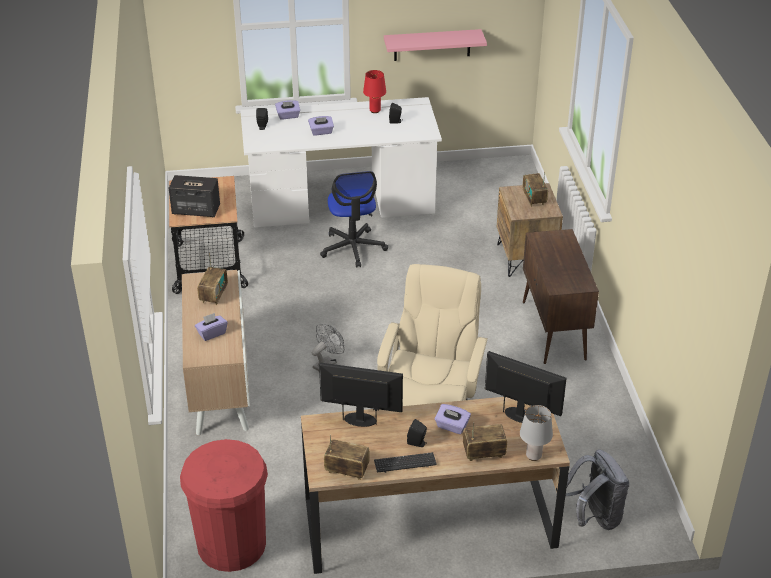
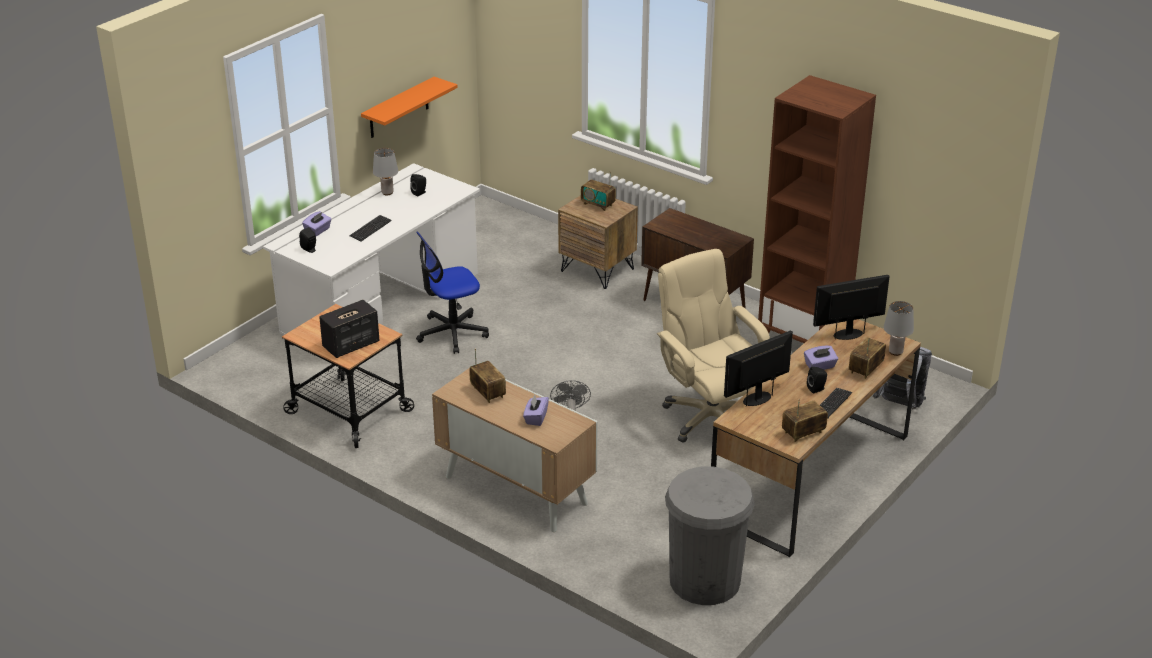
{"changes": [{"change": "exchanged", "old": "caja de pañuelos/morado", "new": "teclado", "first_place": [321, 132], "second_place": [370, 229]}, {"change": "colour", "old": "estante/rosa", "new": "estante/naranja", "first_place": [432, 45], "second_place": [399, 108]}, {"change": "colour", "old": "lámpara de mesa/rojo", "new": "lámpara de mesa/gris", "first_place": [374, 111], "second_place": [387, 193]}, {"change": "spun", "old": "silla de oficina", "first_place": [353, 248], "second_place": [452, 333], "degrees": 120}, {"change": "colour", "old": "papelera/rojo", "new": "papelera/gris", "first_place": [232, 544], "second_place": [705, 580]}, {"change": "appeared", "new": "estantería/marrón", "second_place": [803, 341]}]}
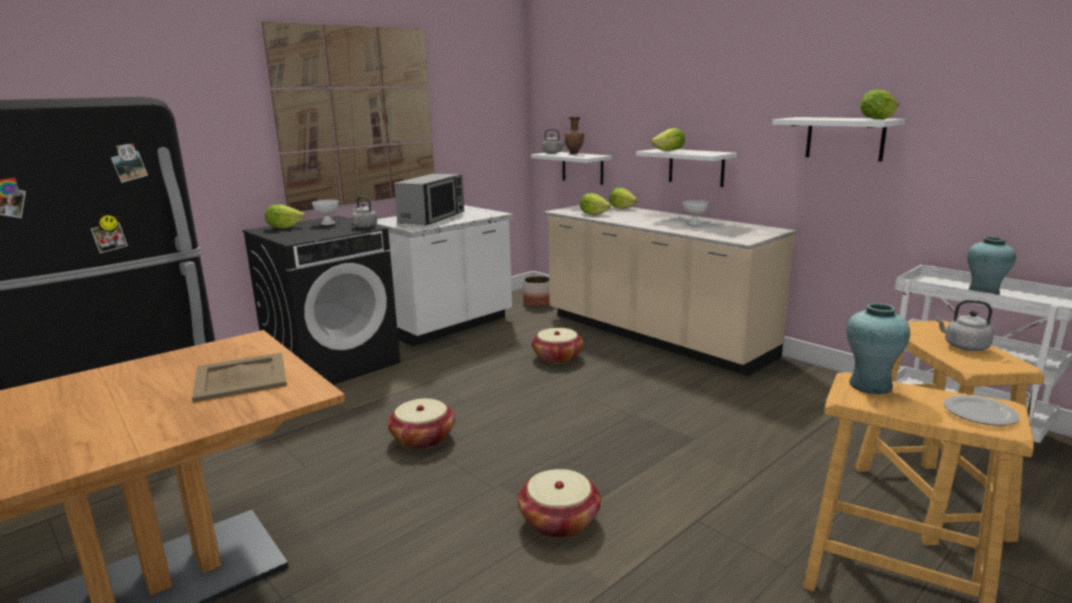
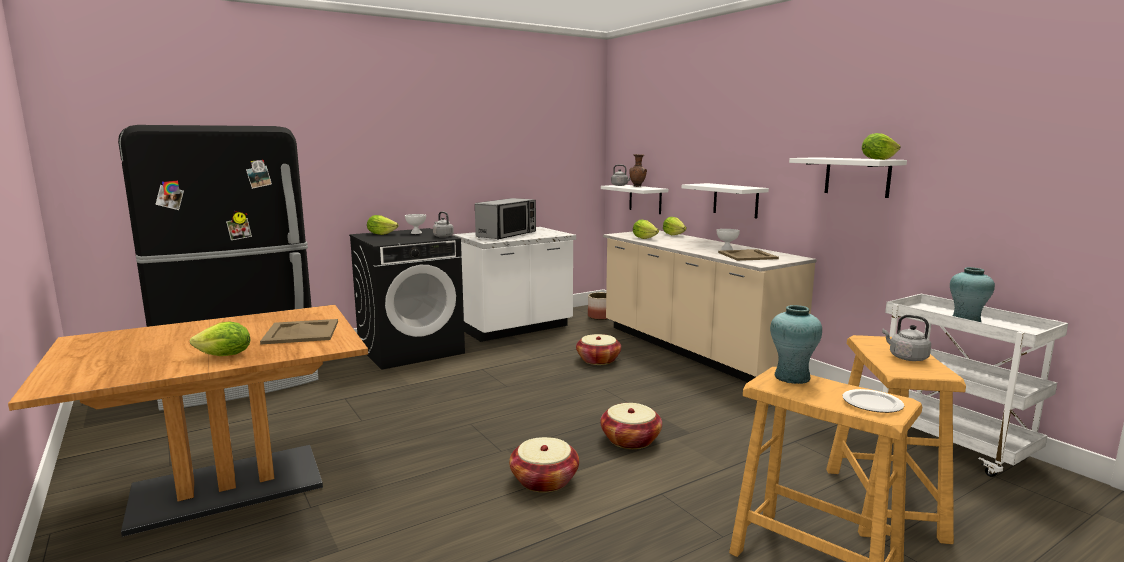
{"changes": [{"change": "relocated", "old": "lechuga", "first_place": [669, 151], "second_place": [225, 356]}, {"change": "relocated", "old": "cesta", "first_place": [423, 438], "second_place": [630, 440]}, {"change": "appeared", "new": "bandeja/beis", "second_place": [747, 255]}, {"change": "missing", "old": "cuadro", "first_place": [357, 117]}]}
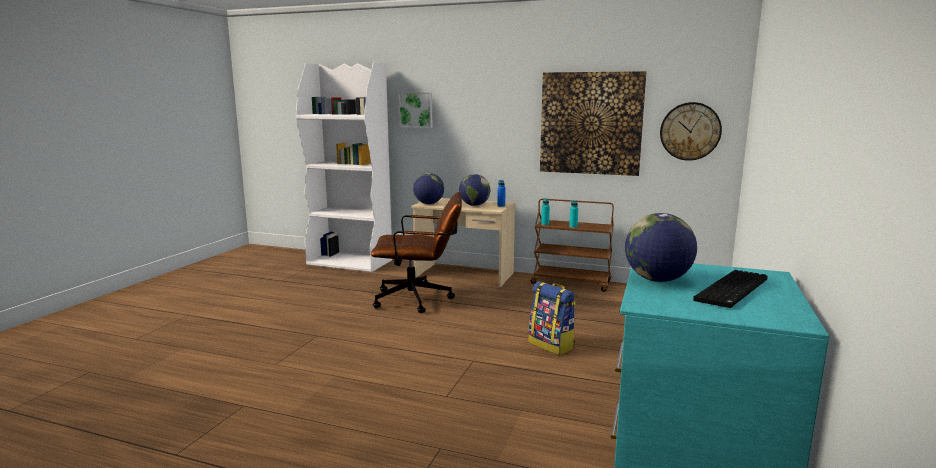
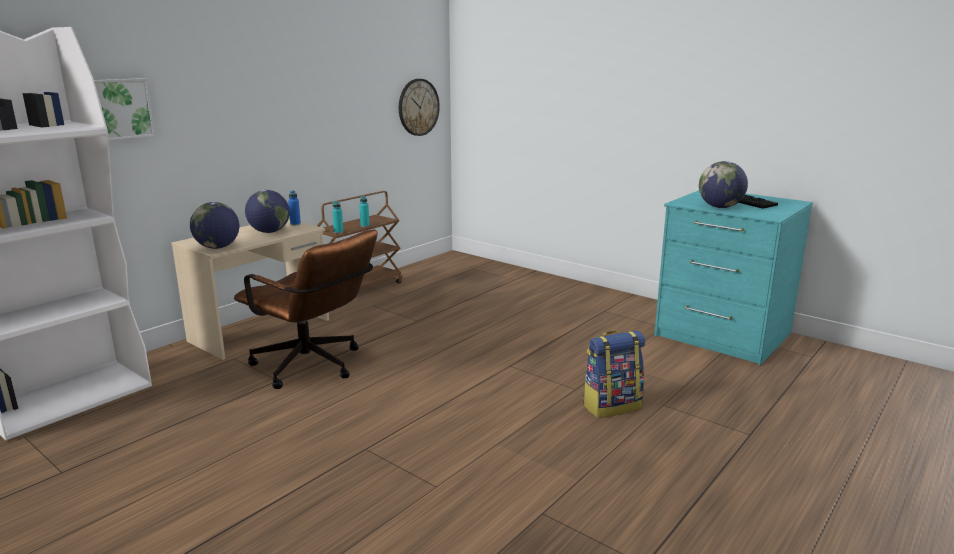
{"changes": [{"change": "spun", "old": "silla de oficina/marrón", "first_place": [420, 299], "second_place": [314, 367], "degrees": 105}, {"change": "relocated", "old": "mochila", "first_place": [552, 345], "second_place": [611, 406]}, {"change": "missing", "old": "cuadro", "first_place": [590, 123]}]}
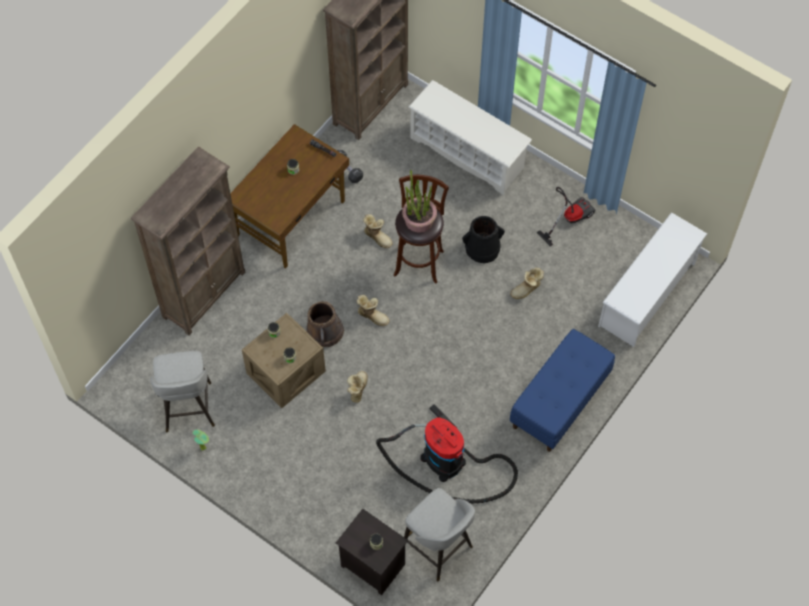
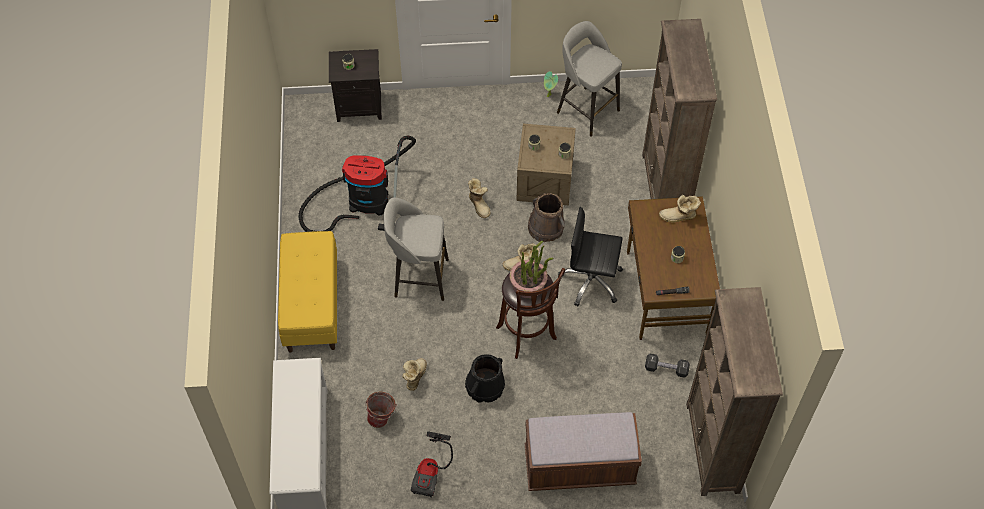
{"changes": [{"change": "colour", "old": "banco/azul", "new": "banco/amarillo", "first_place": [560, 402], "second_place": [311, 304]}, {"change": "appeared", "new": "cubo", "second_place": [382, 418]}, {"change": "relocated", "old": "taburete/gris", "first_place": [438, 548], "second_place": [419, 278]}, {"change": "exchanged", "old": "zapatero/blanco", "new": "banco/marrón", "first_place": [468, 153], "second_place": [579, 467]}, {"change": "appeared", "new": "silla de oficina/negro", "second_place": [591, 281]}, {"change": "relocated", "old": "bota", "first_place": [378, 237], "second_place": [678, 217]}]}
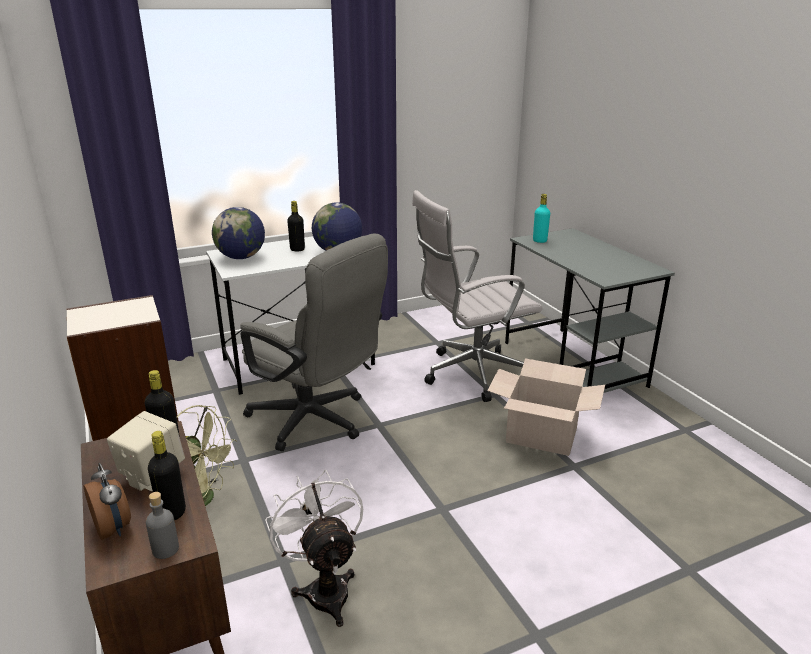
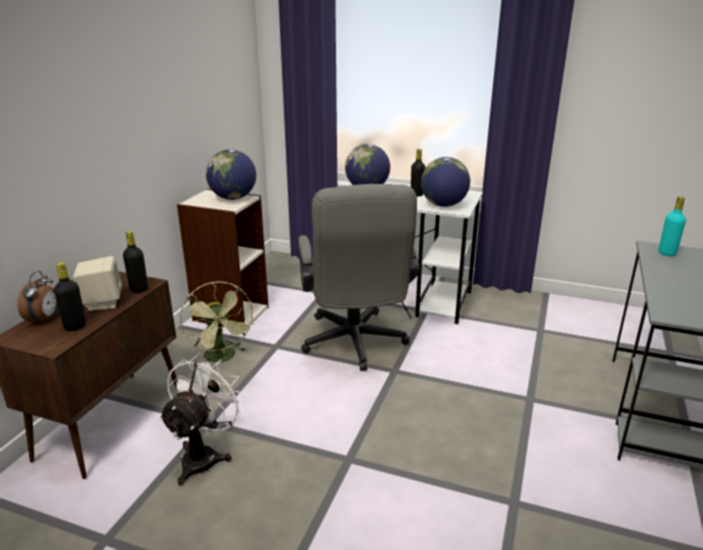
{"changes": [{"change": "appeared", "new": "globo terráqueo", "second_place": [233, 198]}, {"change": "missing", "old": "botella/gris", "first_place": [165, 549]}, {"change": "missing", "old": "silla de oficina/blanco", "first_place": [470, 374]}, {"change": "missing", "old": "caja de cartón", "first_place": [542, 435]}]}
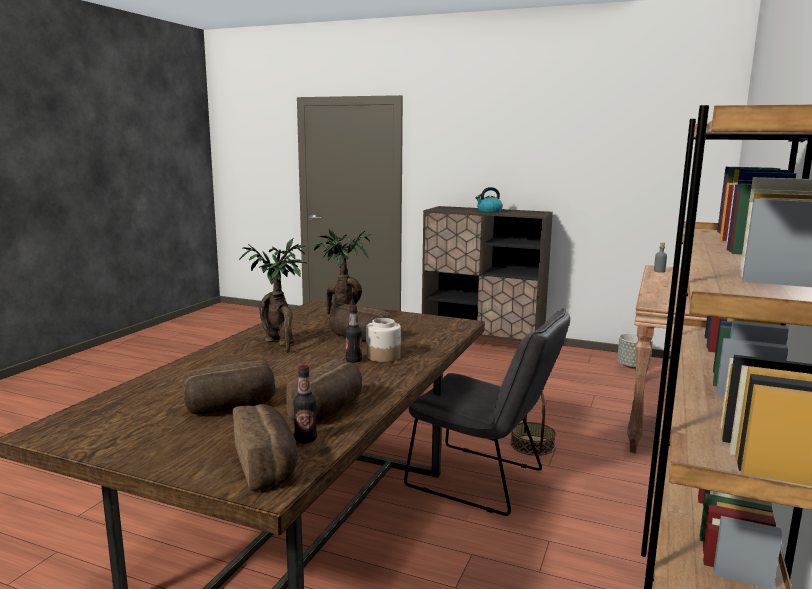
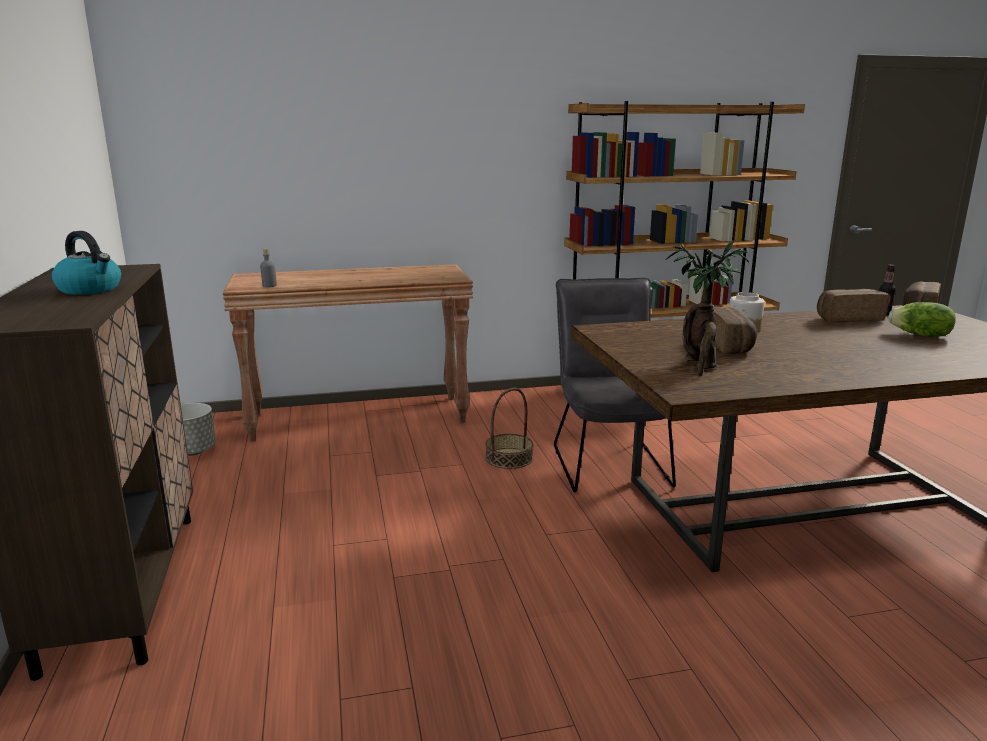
{"changes": [{"change": "exchanged", "old": "pan", "new": "lechuga", "first_place": [231, 407], "second_place": [920, 335]}, {"change": "missing", "old": "planta en maceta", "first_place": [280, 344]}, {"change": "missing", "old": "botella", "first_place": [353, 360]}]}
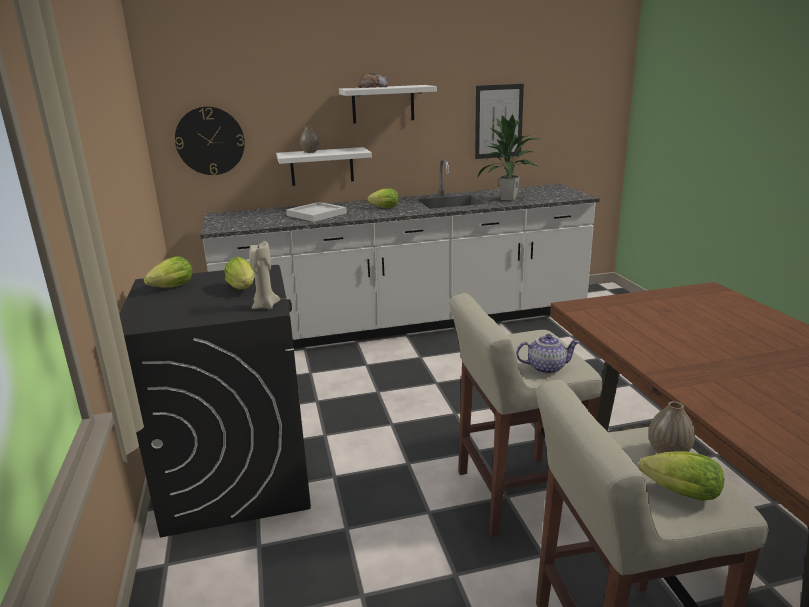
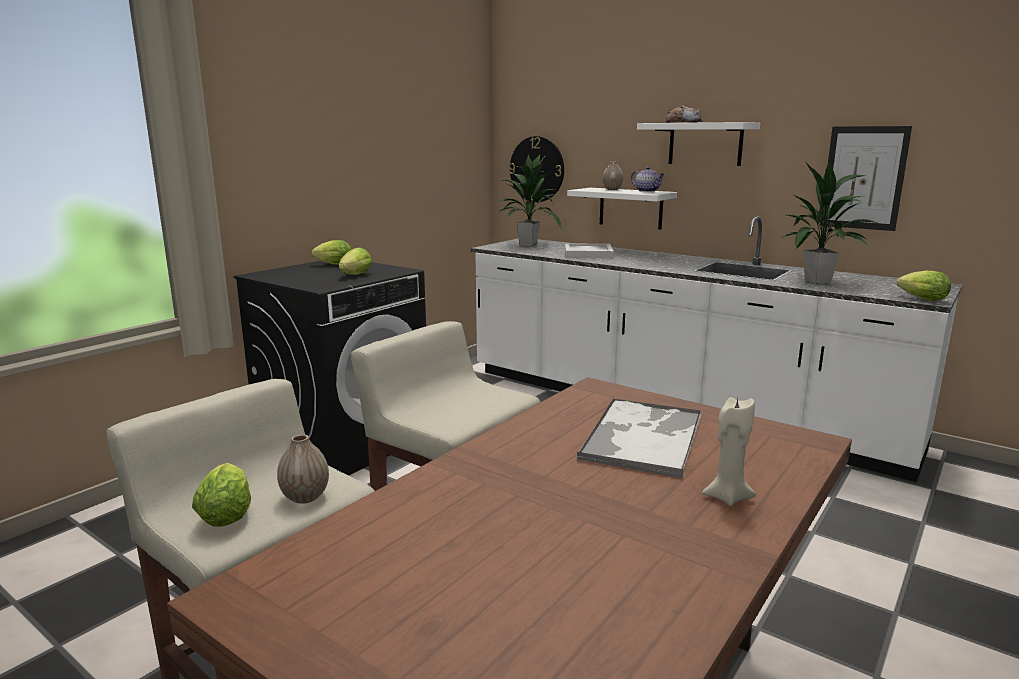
{"changes": [{"change": "appeared", "new": "planta en maceta", "second_place": [527, 245]}, {"change": "appeared", "new": "bandeja", "second_place": [643, 436]}, {"change": "relocated", "old": "tetera", "first_place": [546, 367], "second_place": [647, 191]}, {"change": "relocated", "old": "vela/beis", "first_place": [265, 306], "second_place": [727, 497]}, {"change": "relocated", "old": "lechuga", "first_place": [383, 208], "second_place": [920, 299]}]}
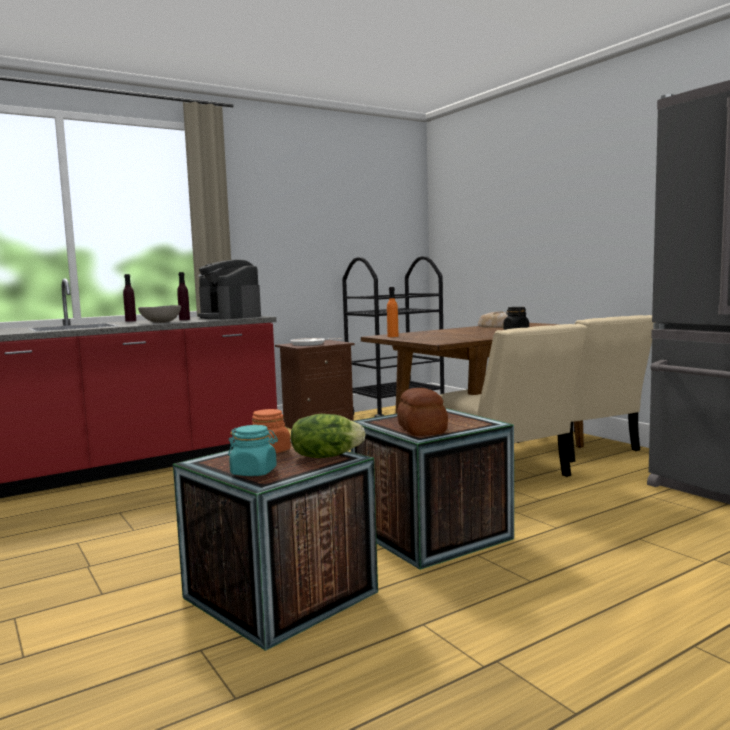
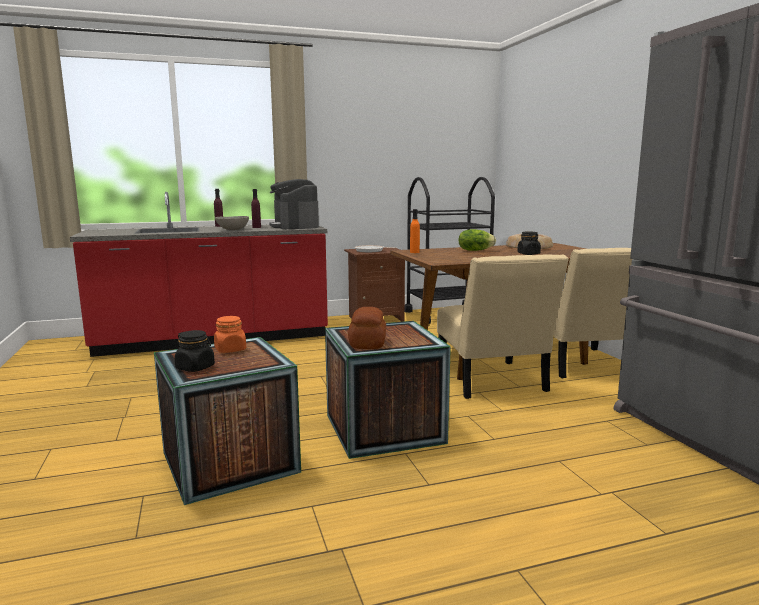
{"changes": [{"change": "colour", "old": "tarro/turquesa", "new": "tarro/negro", "first_place": [254, 472], "second_place": [195, 367]}, {"change": "relocated", "old": "lechuga", "first_place": [325, 456], "second_place": [475, 250]}]}
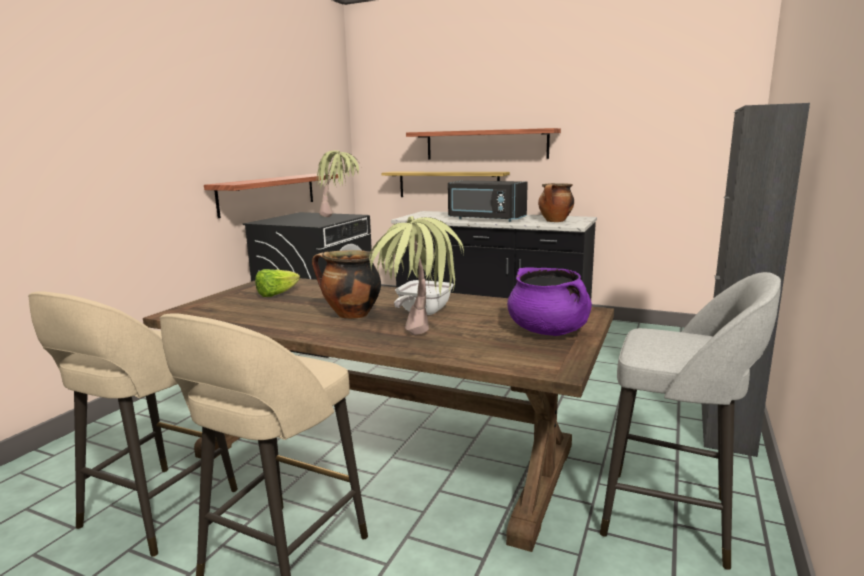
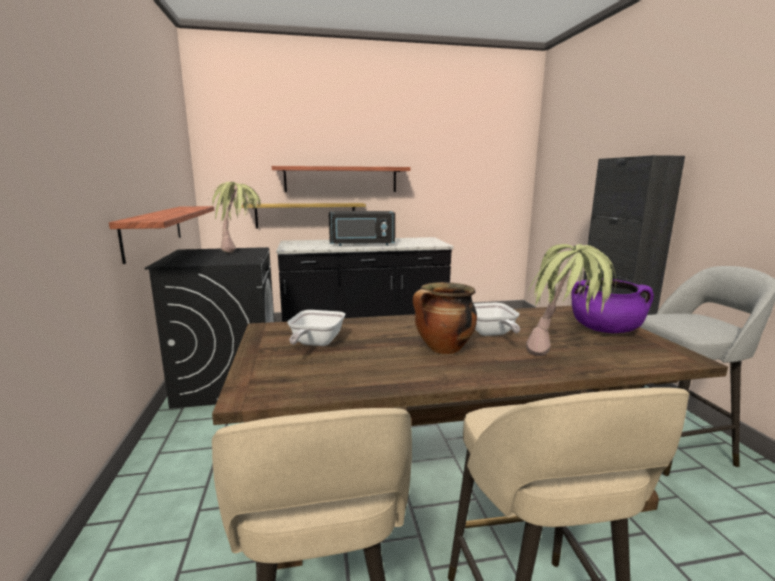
{"changes": [{"change": "exchanged", "old": "lechuga", "new": "sartén", "first_place": [277, 294], "second_place": [315, 344]}, {"change": "missing", "old": "olla", "first_place": [555, 221]}]}
